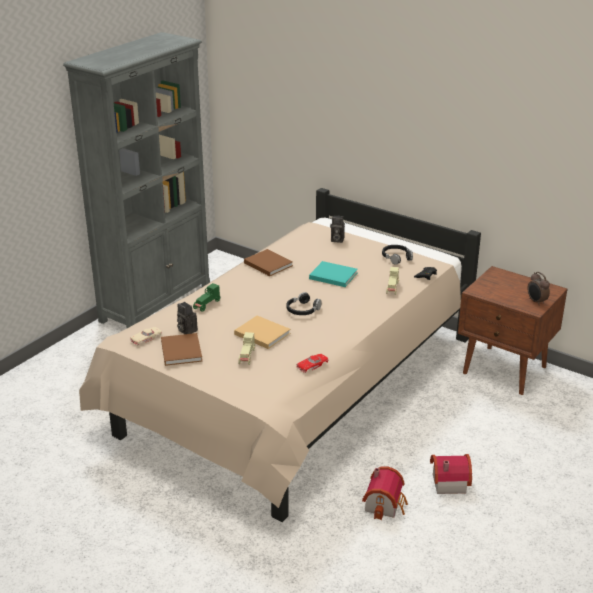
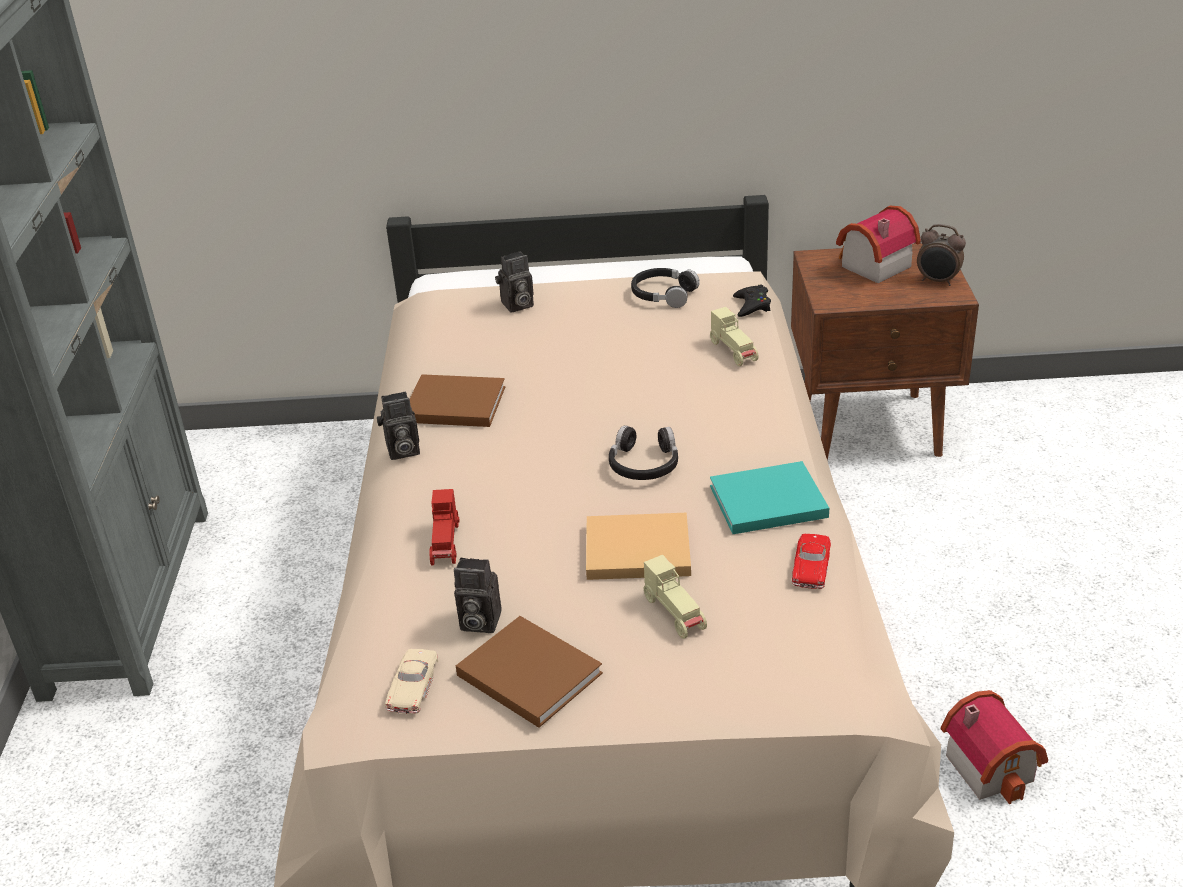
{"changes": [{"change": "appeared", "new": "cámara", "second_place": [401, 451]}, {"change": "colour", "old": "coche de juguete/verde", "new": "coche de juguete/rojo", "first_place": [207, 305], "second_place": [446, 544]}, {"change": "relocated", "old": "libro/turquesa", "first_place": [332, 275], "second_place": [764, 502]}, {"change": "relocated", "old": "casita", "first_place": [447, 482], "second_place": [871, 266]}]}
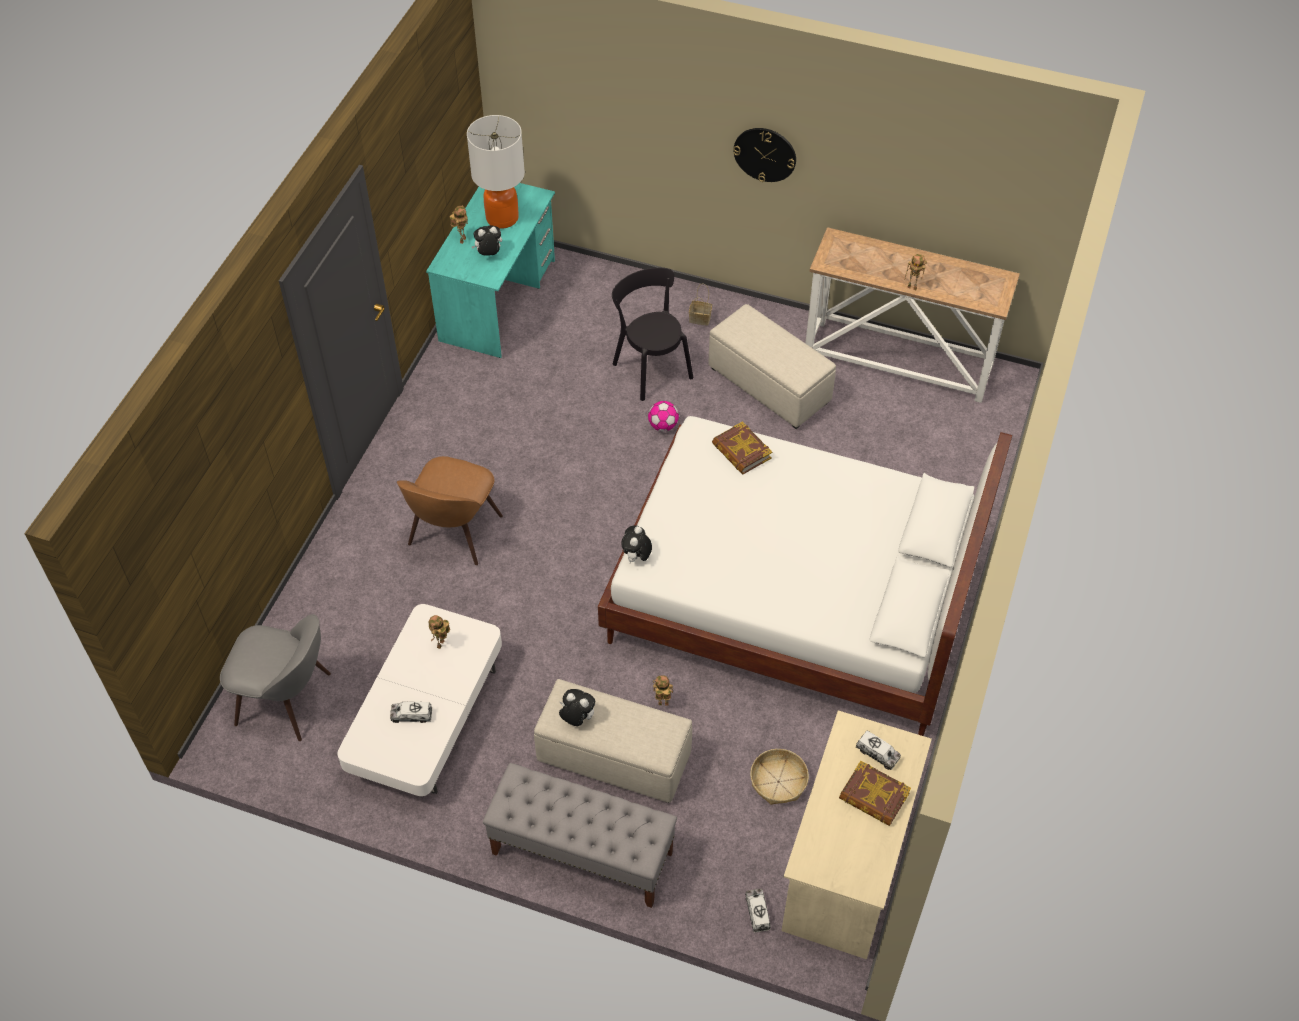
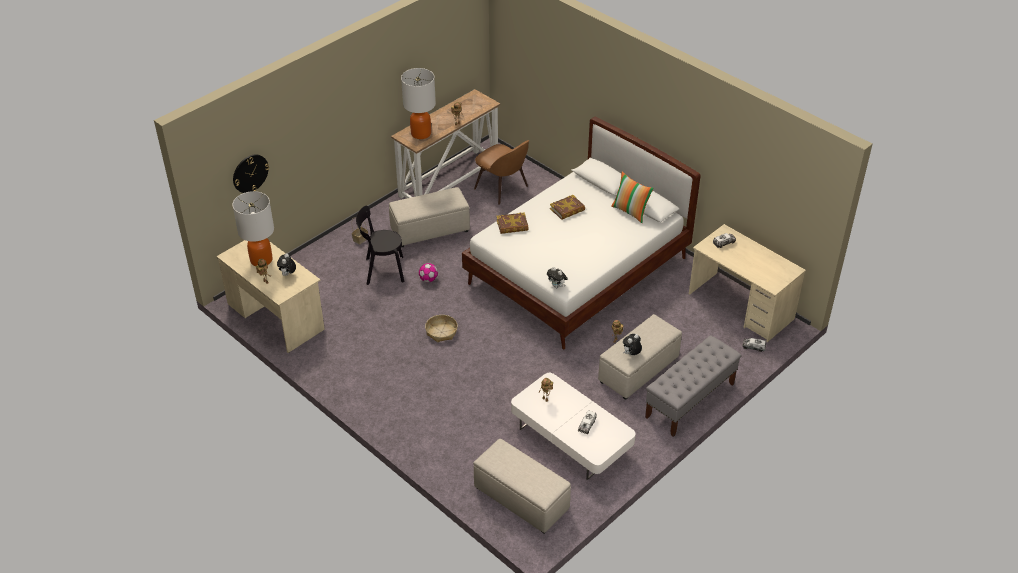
{"changes": [{"change": "colour", "old": "escritorio/turquesa", "new": "escritorio/beis", "first_place": [498, 300], "second_place": [275, 316]}, {"change": "relocated", "old": "reloj de pared", "first_place": [765, 154], "second_place": [250, 173]}, {"change": "appeared", "new": "lámpara de mesa", "second_place": [421, 133]}, {"change": "relocated", "old": "cesta", "first_place": [778, 781], "second_place": [441, 332]}, {"change": "relocated", "old": "silla/marrón", "first_place": [453, 533], "second_place": [502, 188]}, {"change": "exchanged", "old": "silla/gris", "new": "puf/beis", "first_place": [287, 700], "second_place": [522, 499]}, {"change": "relocated", "old": "libro", "first_place": [873, 797], "second_place": [567, 210]}, {"change": "appeared", "new": "cojín", "second_place": [630, 211]}]}
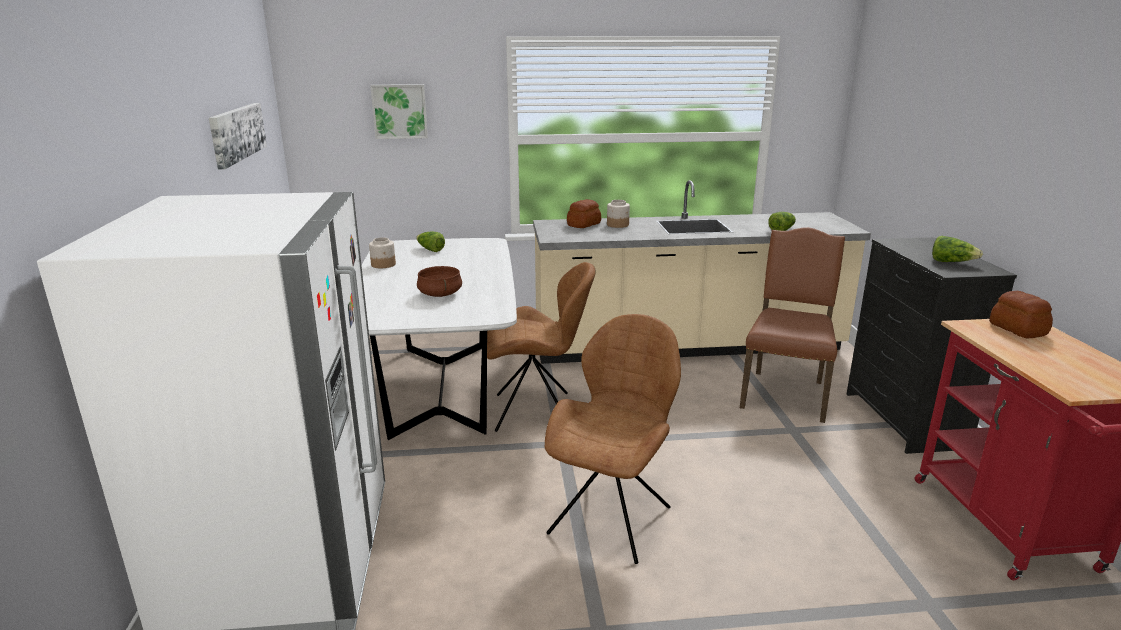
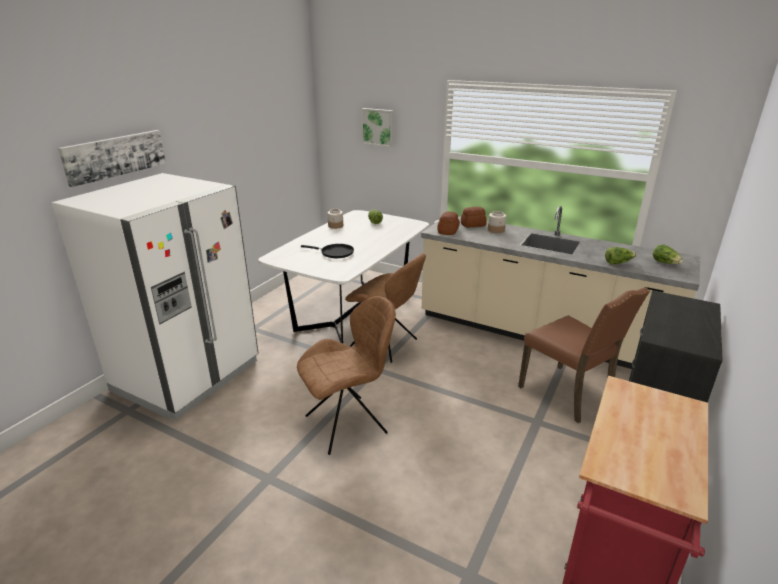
{"changes": [{"change": "relocated", "old": "cuadro", "first_place": [237, 133], "second_place": [115, 156]}, {"change": "exchanged", "old": "olla/marrón", "new": "sartén/negro", "first_place": [440, 294], "second_place": [335, 253]}, {"change": "relocated", "old": "pan", "first_place": [1017, 329], "second_place": [447, 231]}, {"change": "spun", "old": "silla/marrón", "first_place": [785, 394], "second_place": [568, 394], "degrees": 90}, {"change": "relocated", "old": "lechuga", "first_place": [951, 262], "second_place": [665, 263]}]}
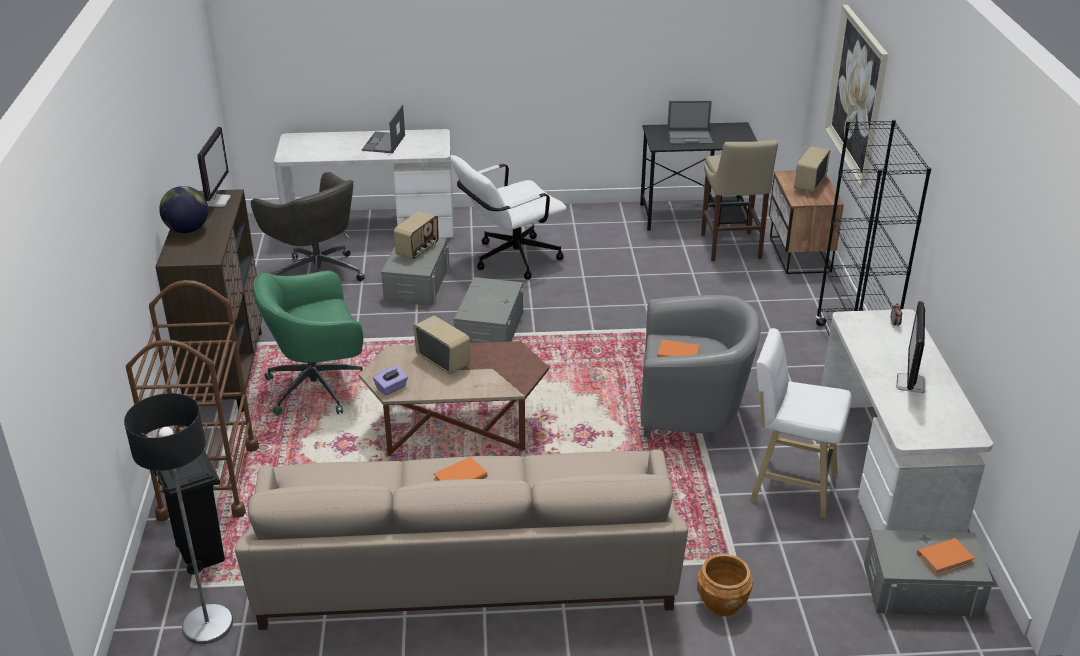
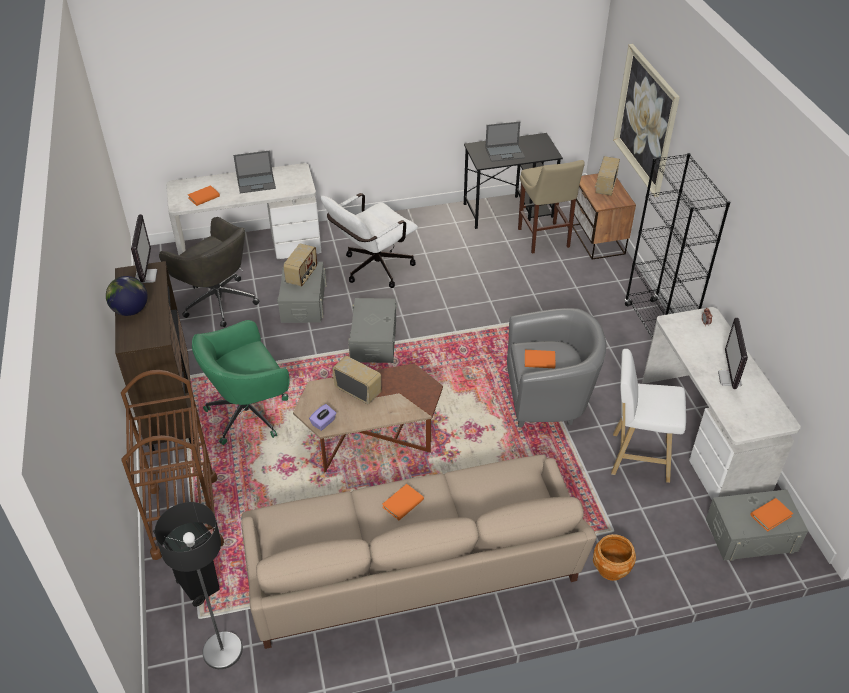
{"changes": [{"change": "appeared", "new": "libro/naranja", "second_place": [204, 197]}, {"change": "spun", "old": "portátil", "first_place": [383, 143], "second_place": [257, 183], "degrees": -105}]}
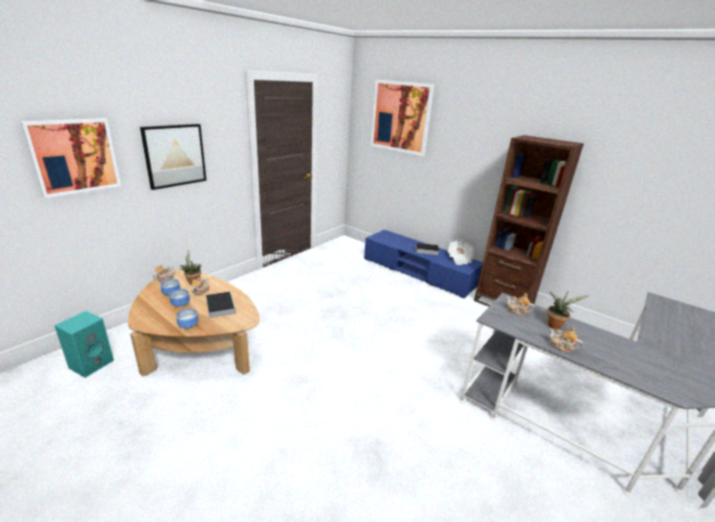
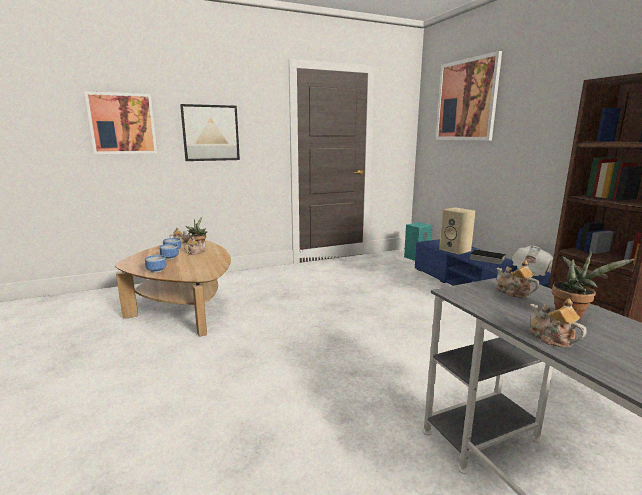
{"changes": [{"change": "relocated", "old": "altavoz/turquesa", "first_place": [92, 363], "second_place": [416, 257]}, {"change": "appeared", "new": "altavoz/beis", "second_place": [456, 250]}, {"change": "missing", "old": "libro", "first_place": [220, 306]}]}
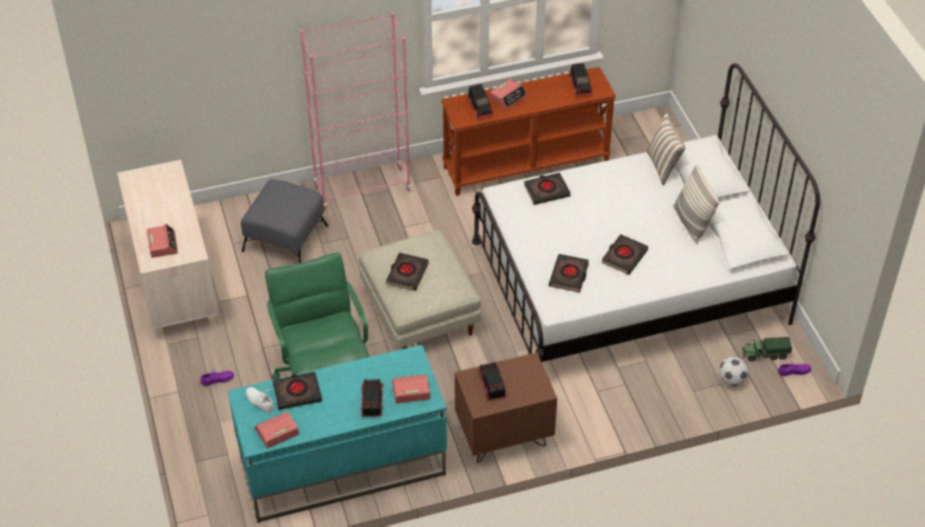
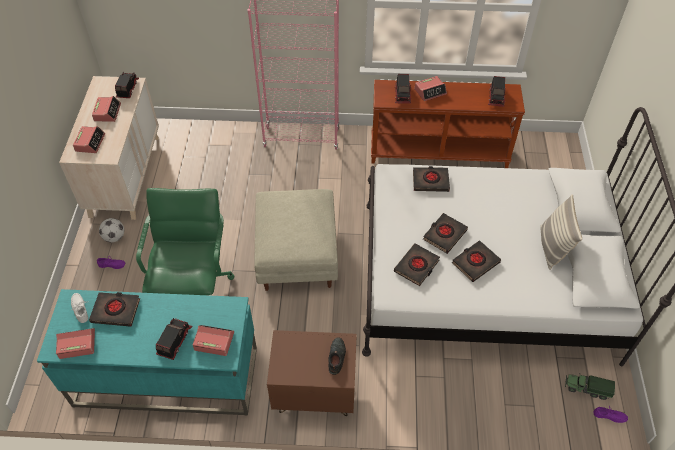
{"changes": [{"change": "appeared", "new": "despertador", "second_place": [107, 112]}, {"change": "relocated", "old": "balón de fútbol", "first_place": [731, 380], "second_place": [114, 237]}, {"change": "relocated", "old": "camión de juguete", "first_place": [491, 384], "second_place": [127, 89]}, {"change": "appeared", "new": "zapato/negro", "second_place": [336, 356]}, {"change": "relocated", "old": "libro/negro", "first_place": [407, 274], "second_place": [444, 235]}, {"change": "missing", "old": "puf/gris", "first_place": [286, 238]}, {"change": "missing", "old": "cojín", "first_place": [663, 166]}]}
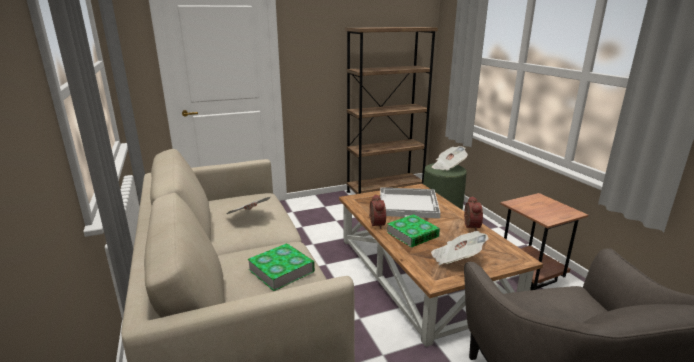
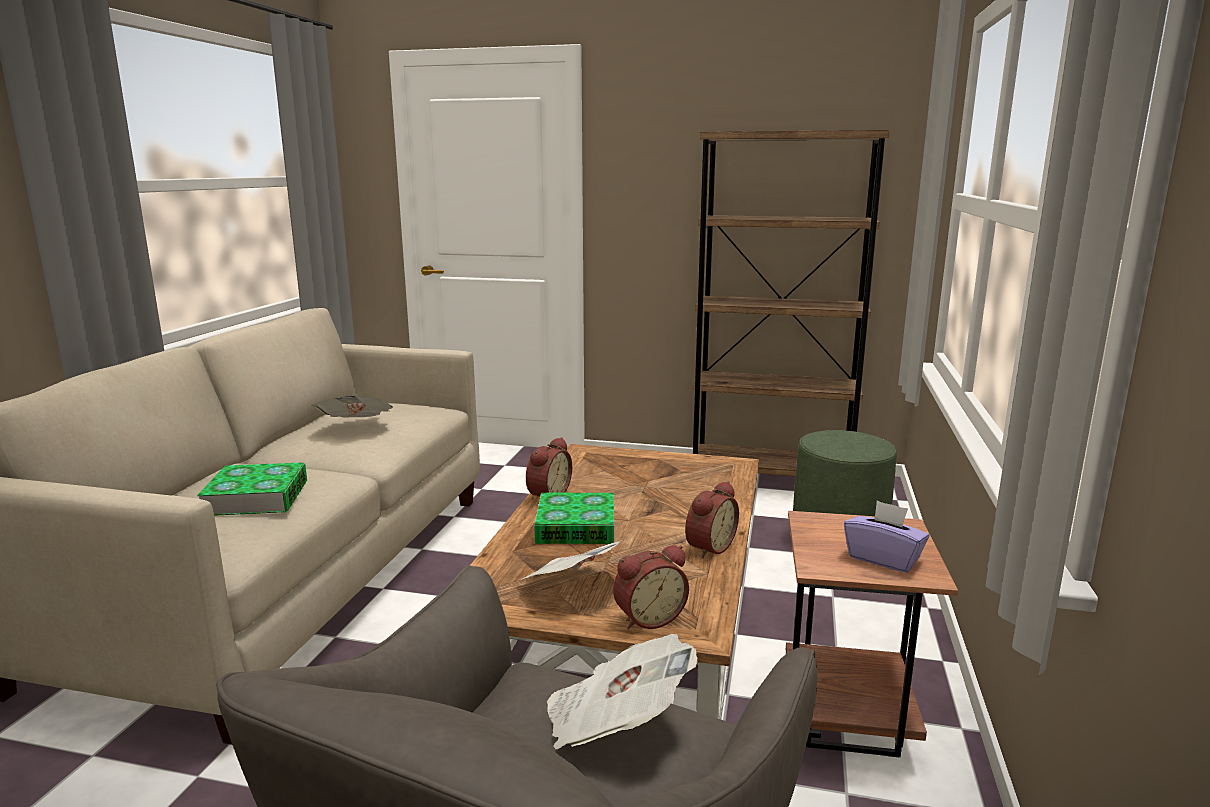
{"changes": [{"change": "relocated", "old": "periódico", "first_place": [448, 167], "second_place": [615, 723]}, {"change": "appeared", "new": "despertador", "second_place": [648, 618]}, {"change": "appeared", "new": "caja de pañuelos/morado", "second_place": [883, 559]}, {"change": "missing", "old": "bandeja/blanco", "first_place": [408, 204]}]}
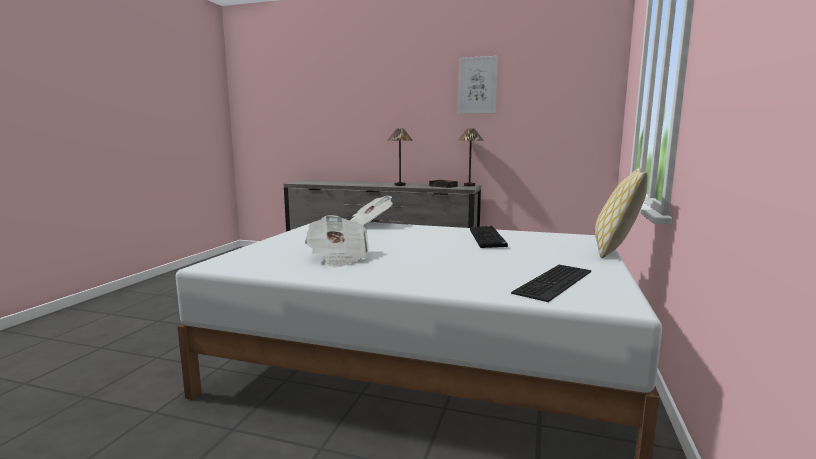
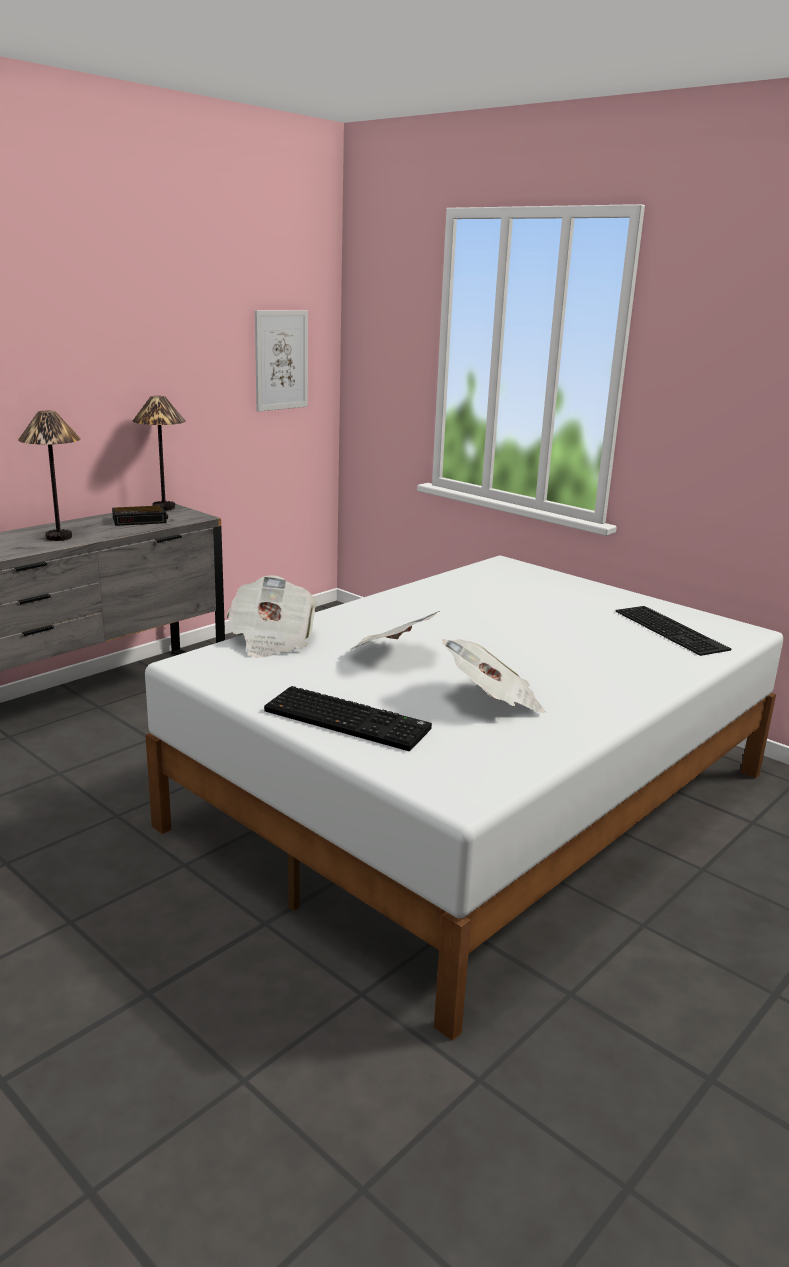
{"changes": [{"change": "relocated", "old": "cuadro", "first_place": [477, 85], "second_place": [281, 360]}, {"change": "relocated", "old": "teclado", "first_place": [488, 238], "second_place": [349, 720]}, {"change": "appeared", "new": "periódico", "second_place": [390, 654]}, {"change": "missing", "old": "cojín", "first_place": [615, 250]}]}
